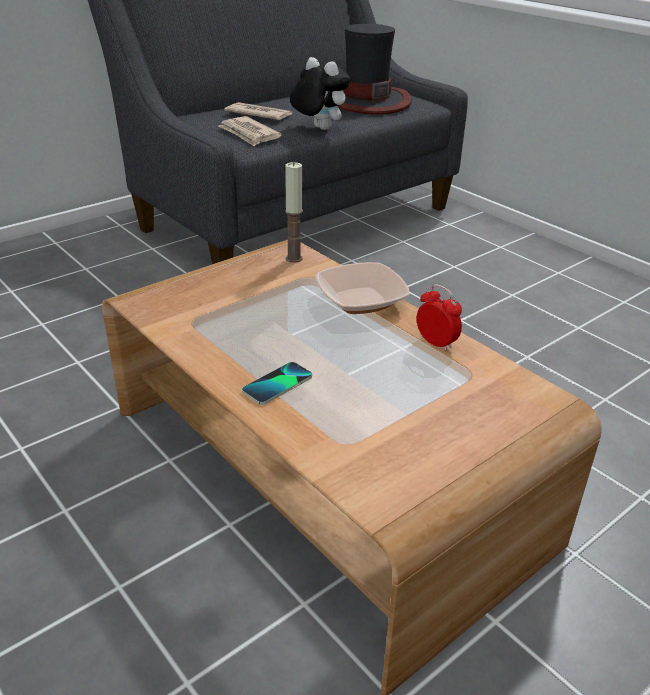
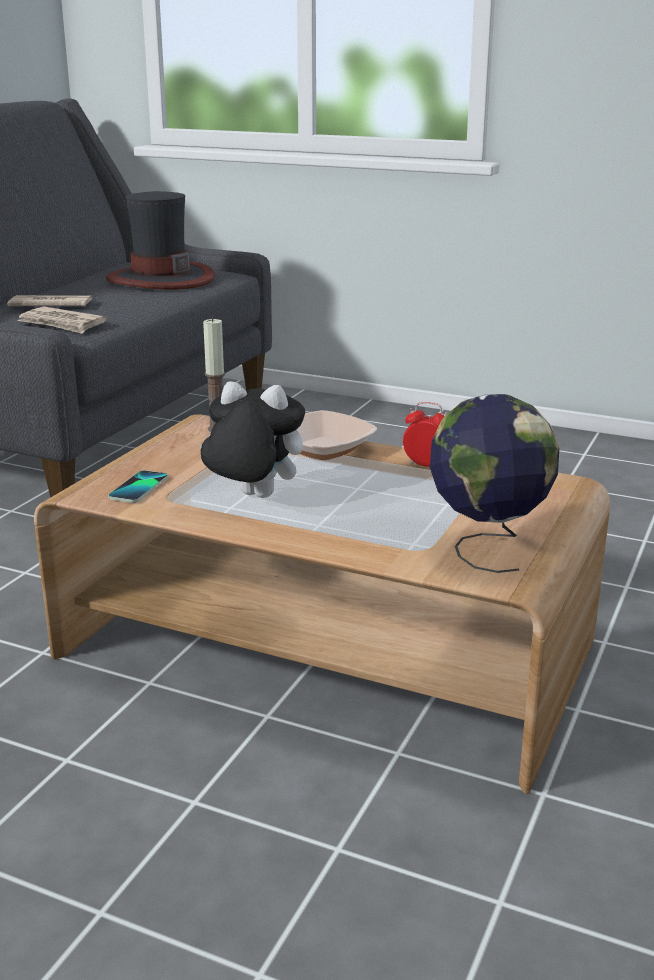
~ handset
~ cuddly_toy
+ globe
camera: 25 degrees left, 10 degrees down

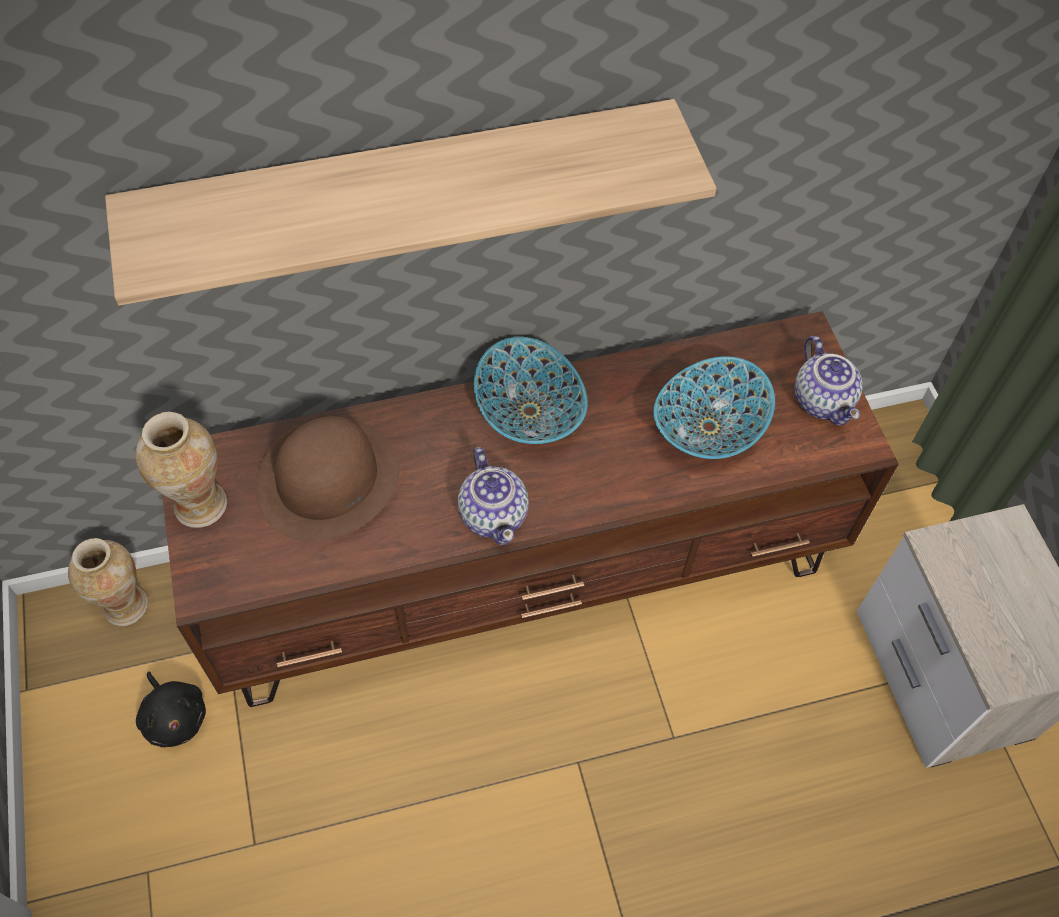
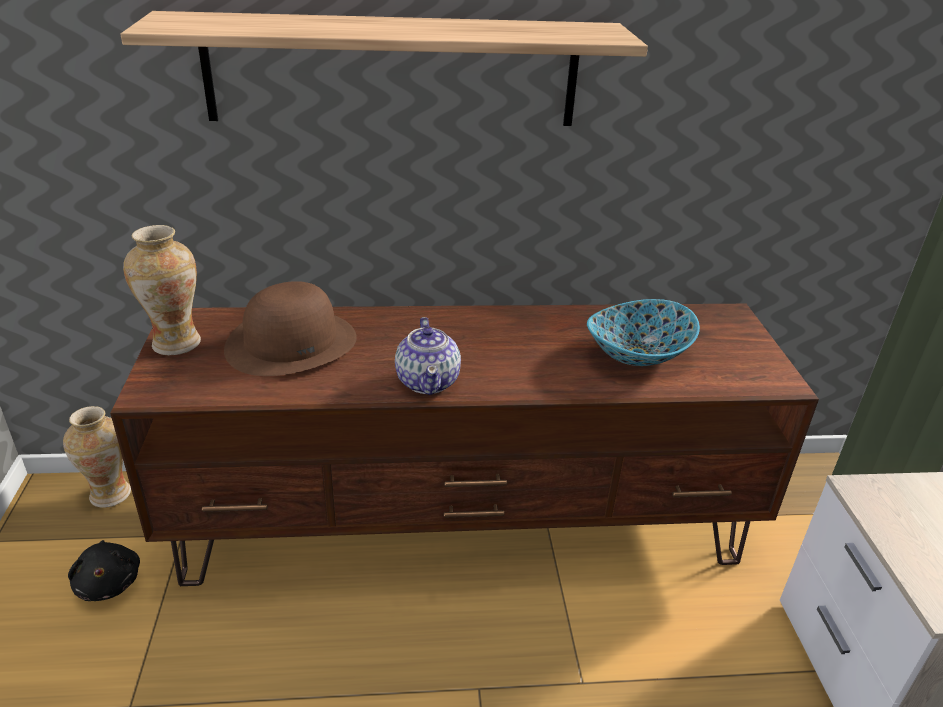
- bowl (no. 1 from left)
- pot_for_tea (no. 2 from left)
camera: 10 degrees right, 25 degrees down

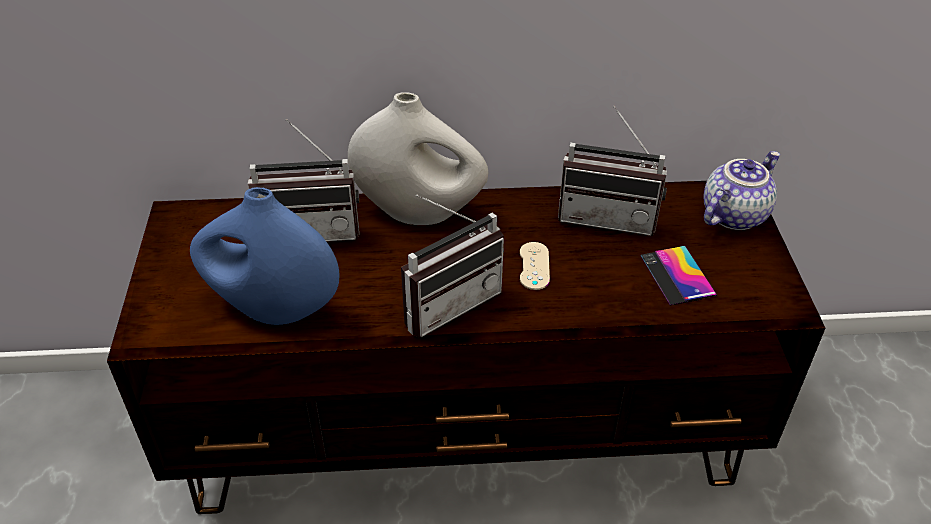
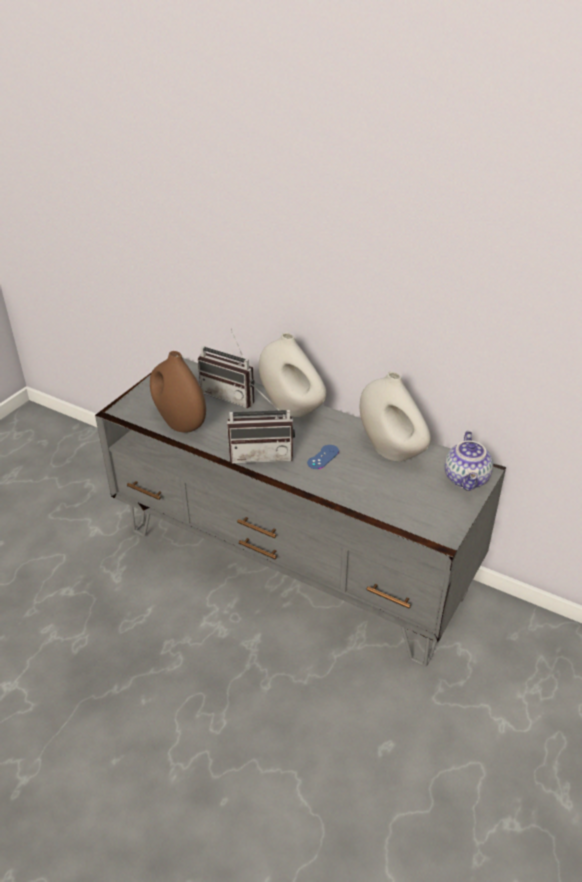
~ brown-coloured_media_console to greyish_media_console
~ bluish_vase to brown-coloured_vase
~ beige_gamepad to bluish_gamepad
~ radio_receiver (no. 3 from left) to white-coloured_vase (no. 2 from left)
~ pot_for_tea 105 degrees clockwise
- handset
camera: 35 degrees right, 5 degrees down

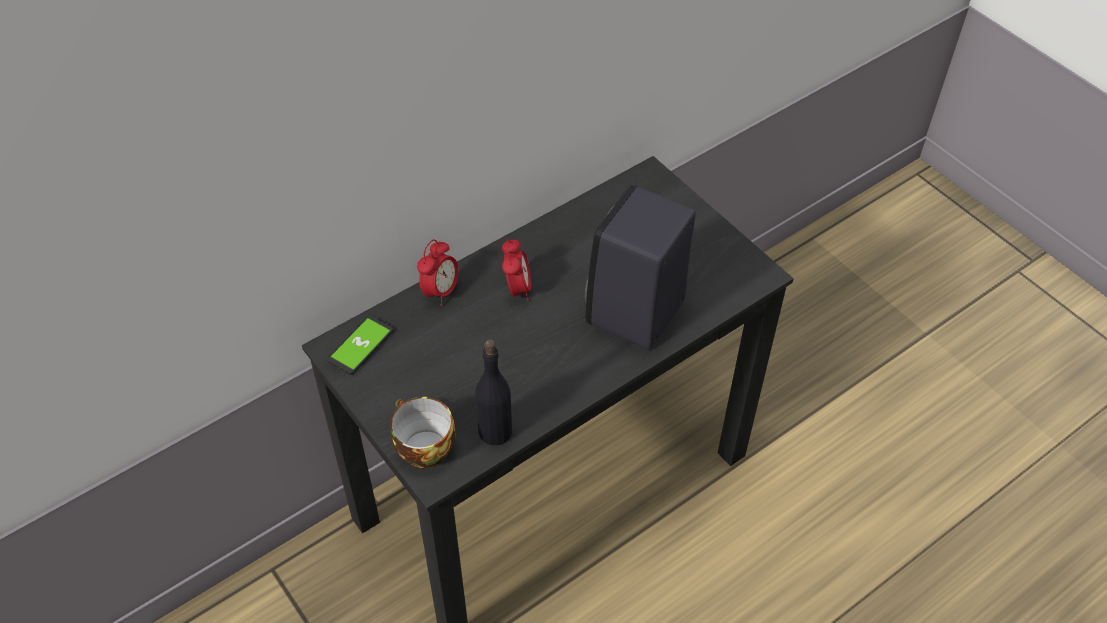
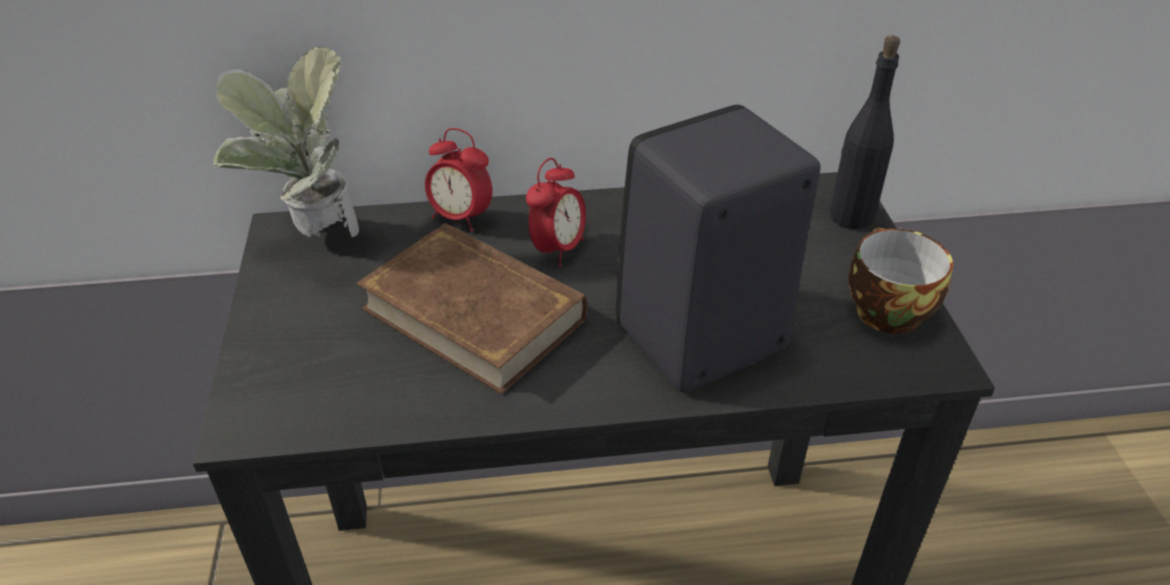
~ handset to potted_plant
+ brown-coloured_volume
~ alarm_clock (no. 1 from left) 60 degrees clockwise
~ black-coloured_drink_bottle
~ cup
camera: 30 degrees right, 10 degrees down

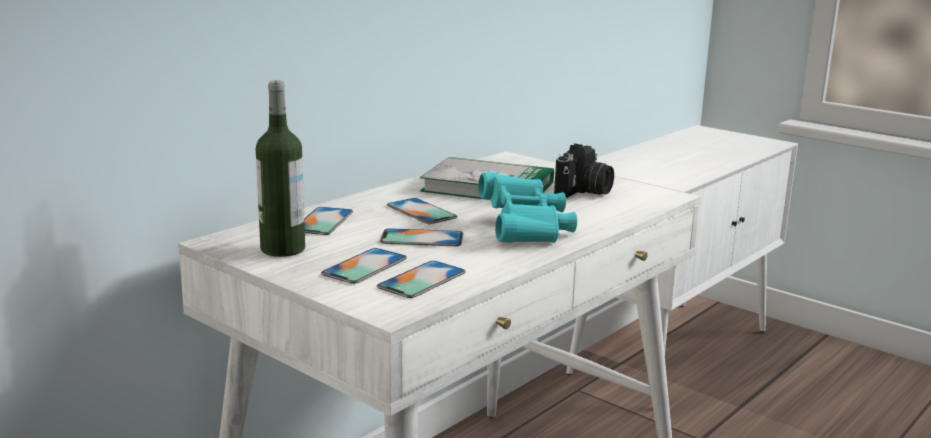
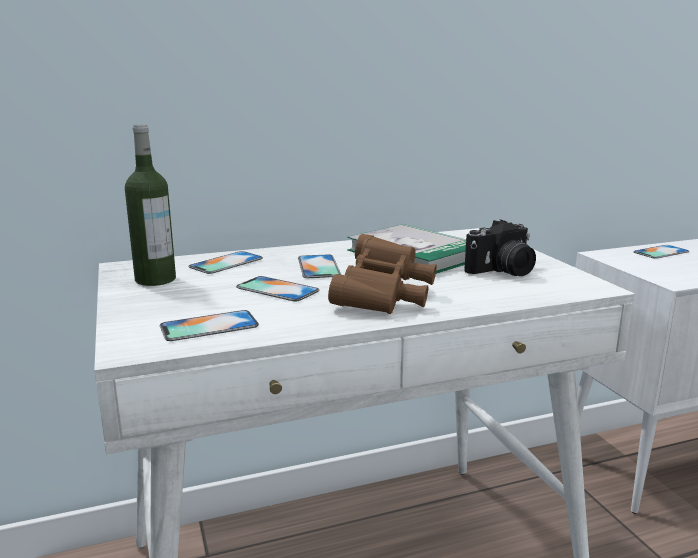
~ turquoise-coloured_field_glasses to brown-coloured_field_glasses
~ handset (no. 2 from left in the first image) to handset (no. 5 from left)
camera: 30 degrees right, 0 degrees up

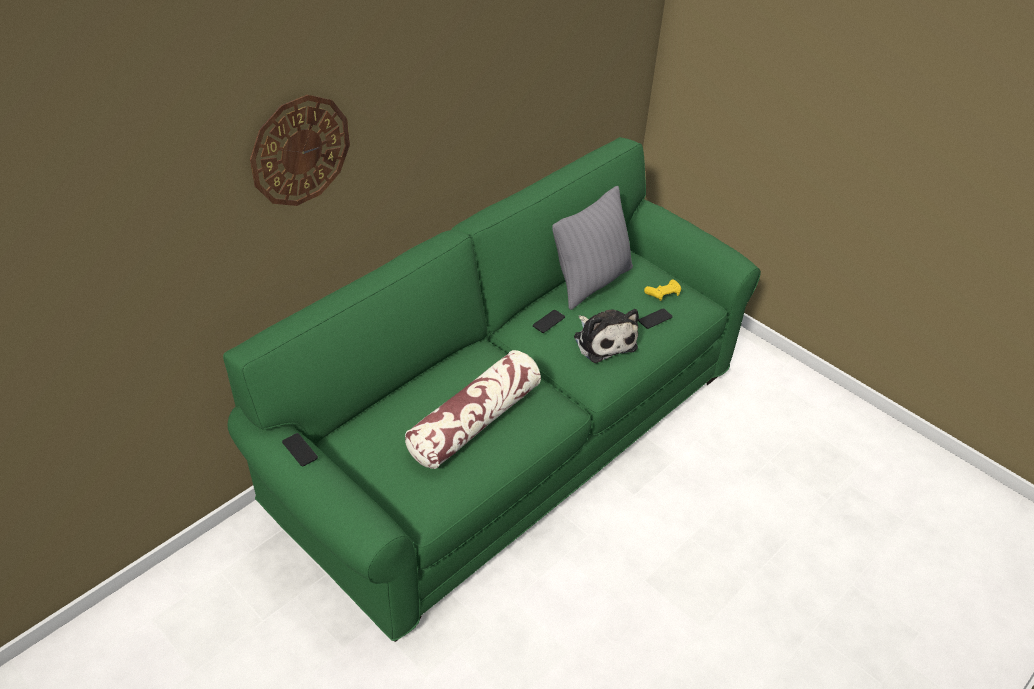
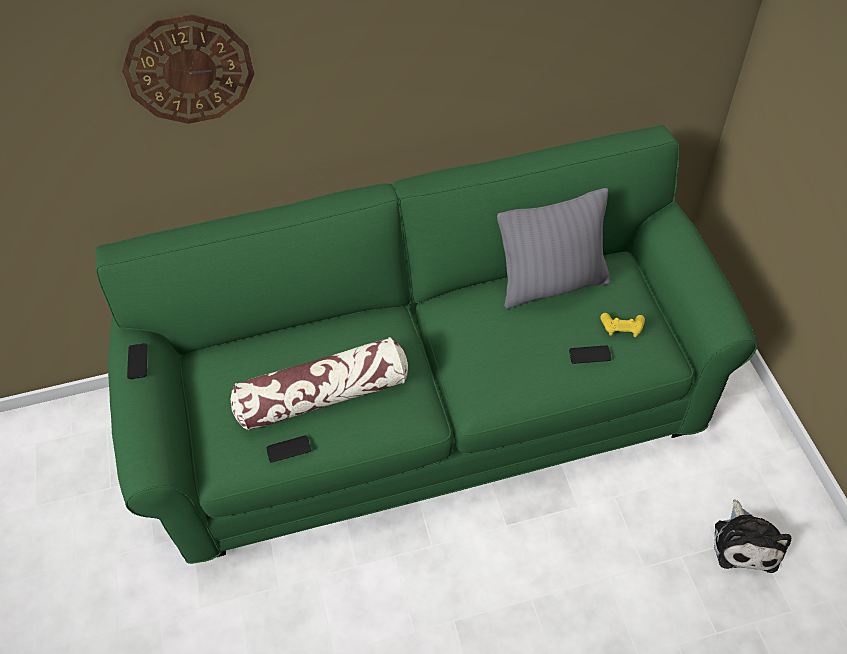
~ handset (no. 2 from left)
~ cuddly_toy
camera: 35 degrees right, 10 degrees up

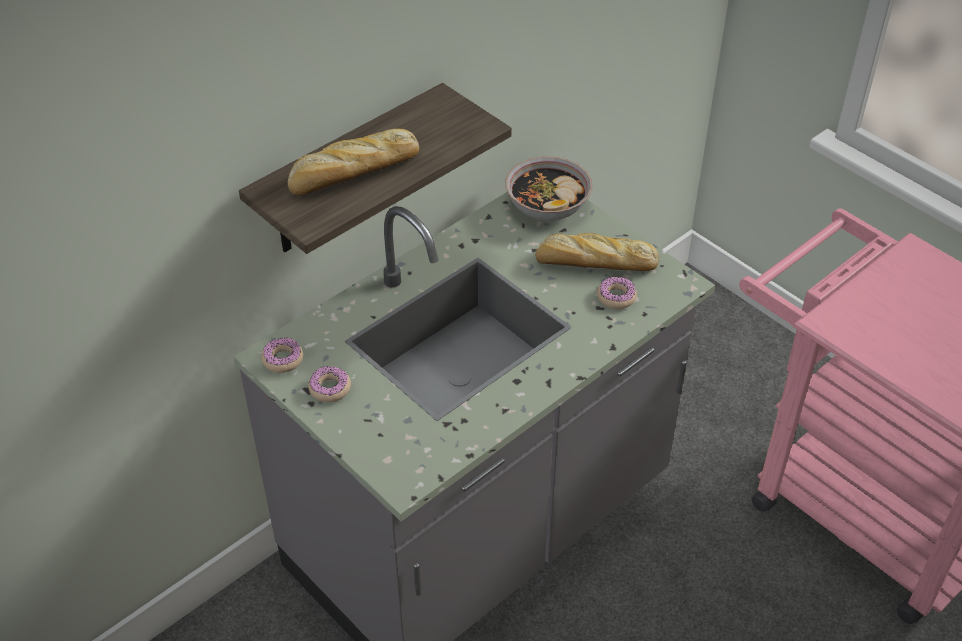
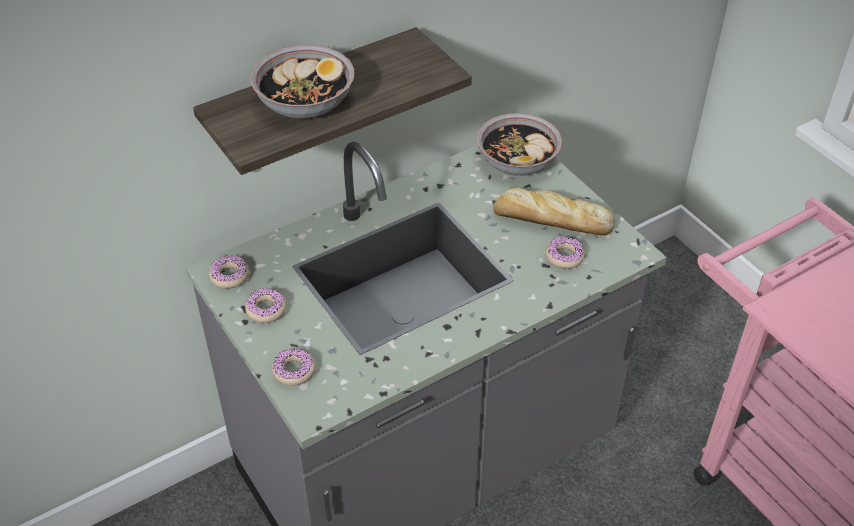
~ bakery_bread (no. 1 from left) to bowl (no. 1 from left)
+ ring_doughnut (no. 3 from left)
camera: 10 degrees right, 0 degrees up

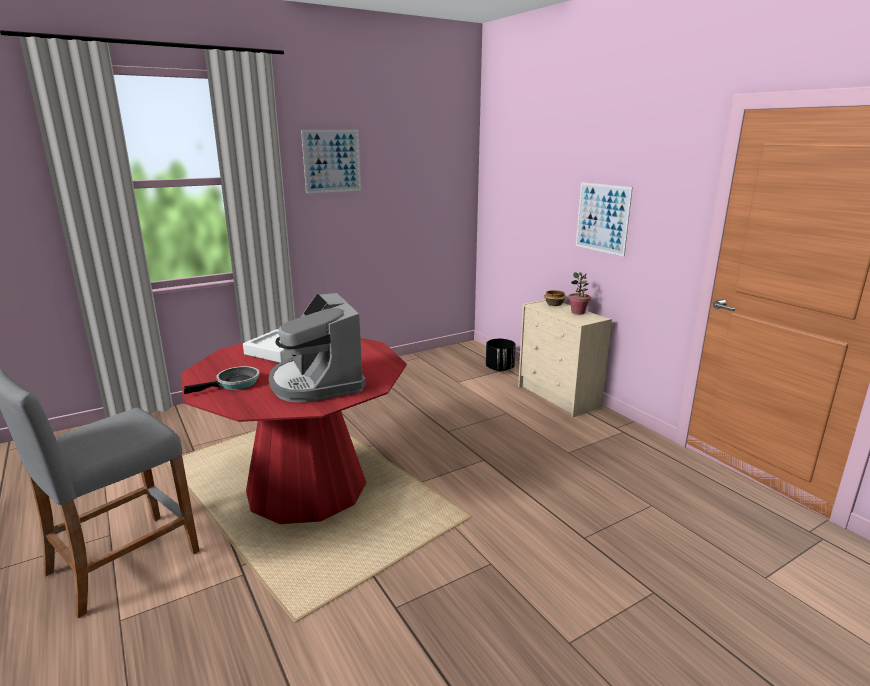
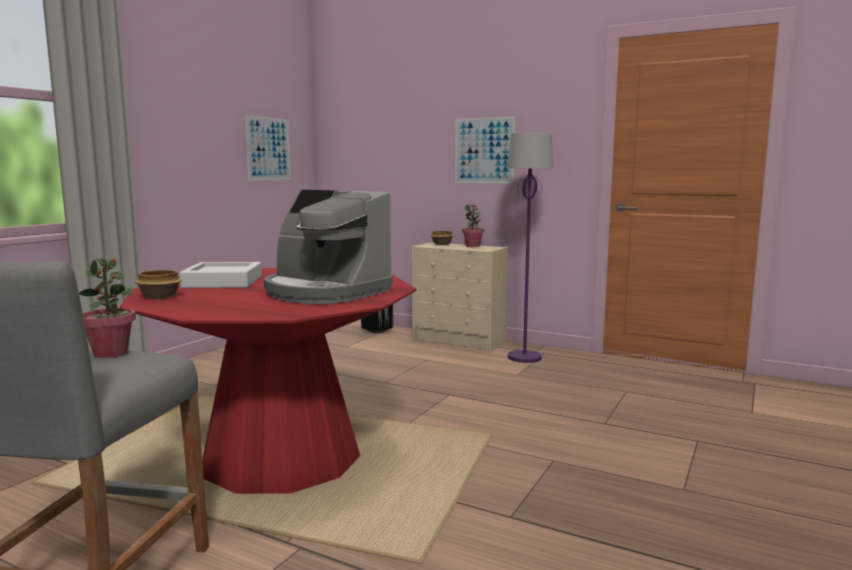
+ potted_plant (no. 1 from left)
+ bowl (no. 1 from left)
~ picture (no. 1 from left)
+ purple-coloured_standing_lamp
- frying_pan
camera: 30 degrees left, 10 degrees down

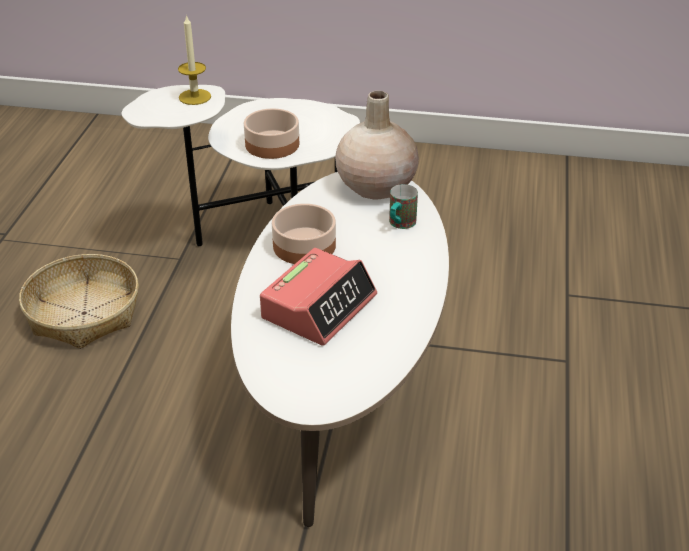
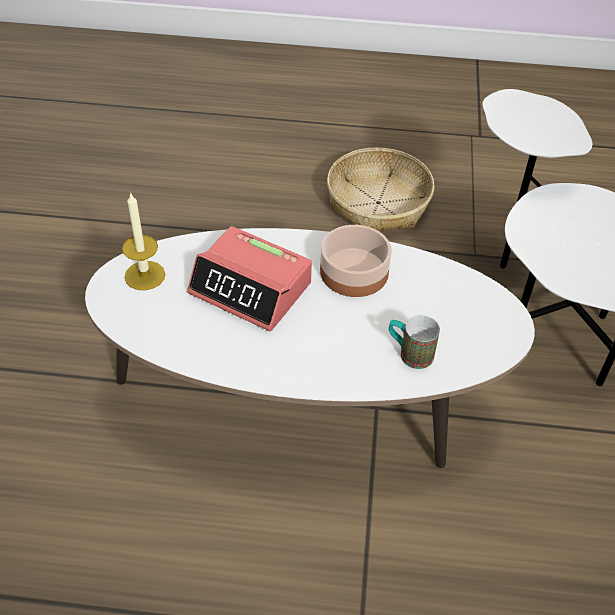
~ candle
- bowl (no. 1 from left)
- beige_vase
camera: 85 degrees right, 10 degrees up

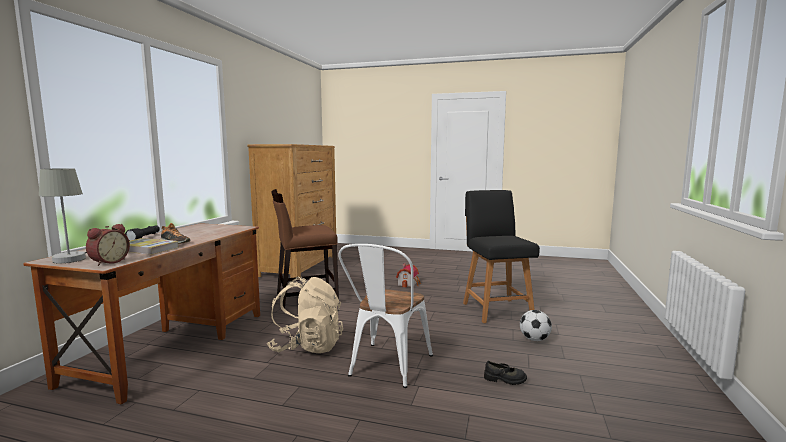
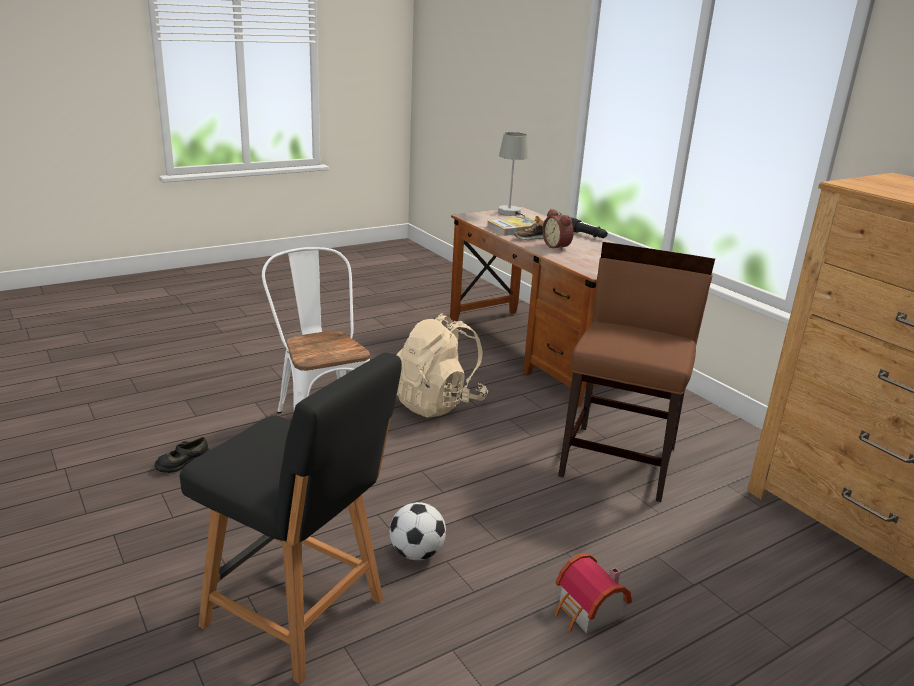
~ football_ball
~ alarm_clock
camera: 130 degrees right, 15 degrees up

